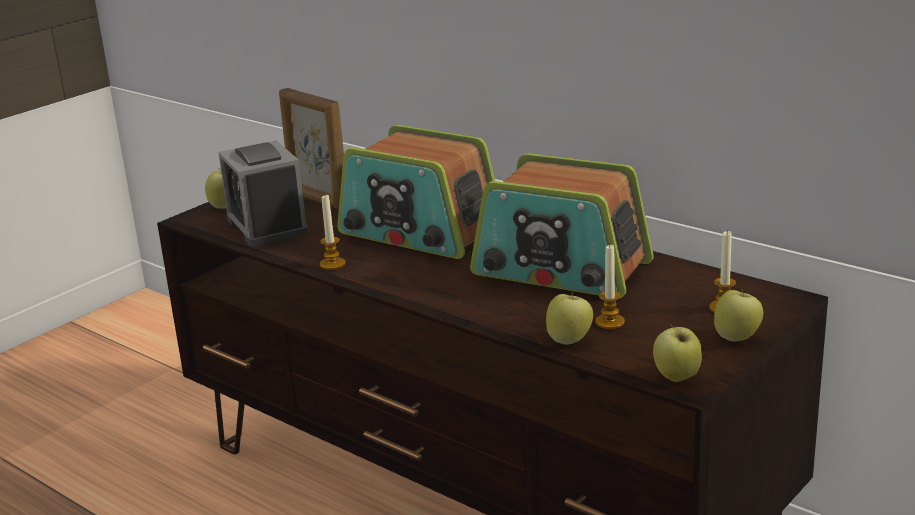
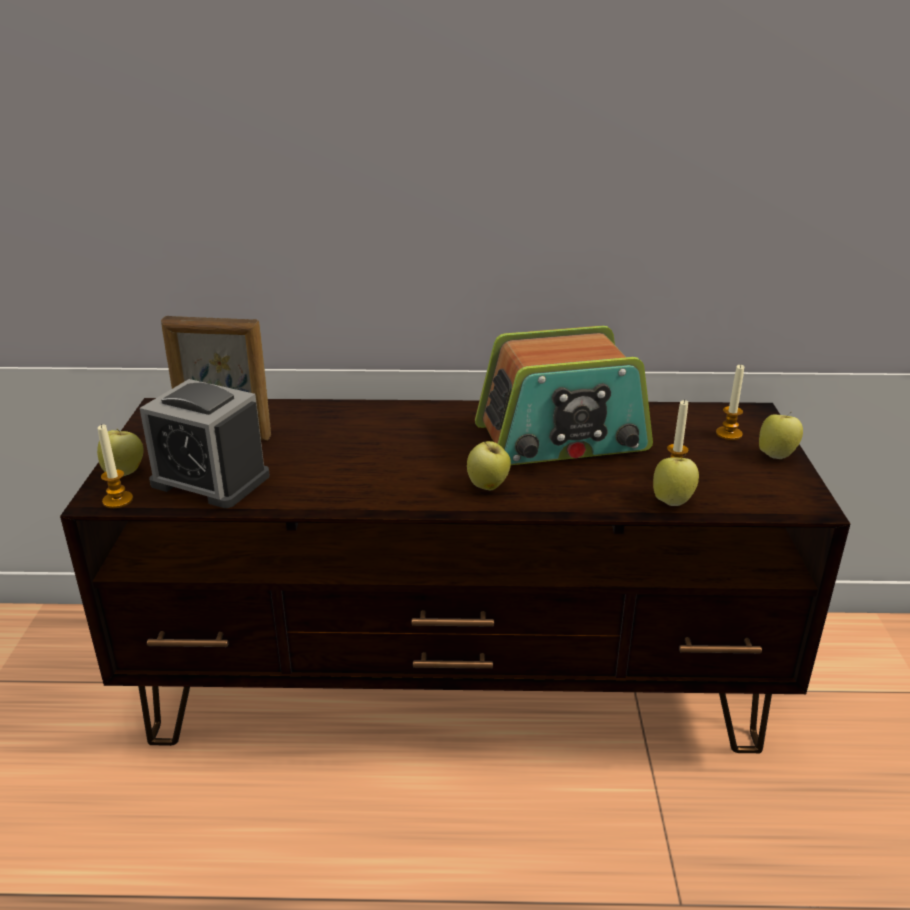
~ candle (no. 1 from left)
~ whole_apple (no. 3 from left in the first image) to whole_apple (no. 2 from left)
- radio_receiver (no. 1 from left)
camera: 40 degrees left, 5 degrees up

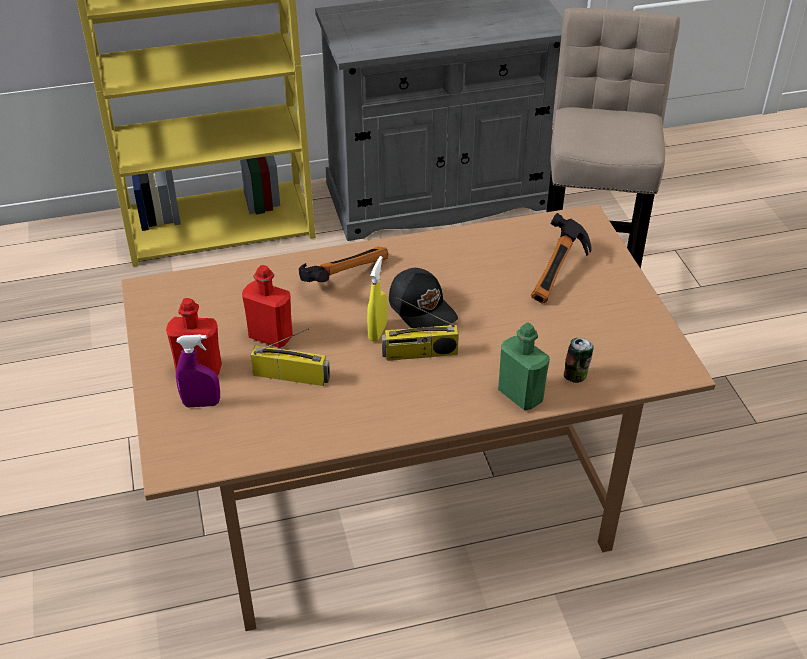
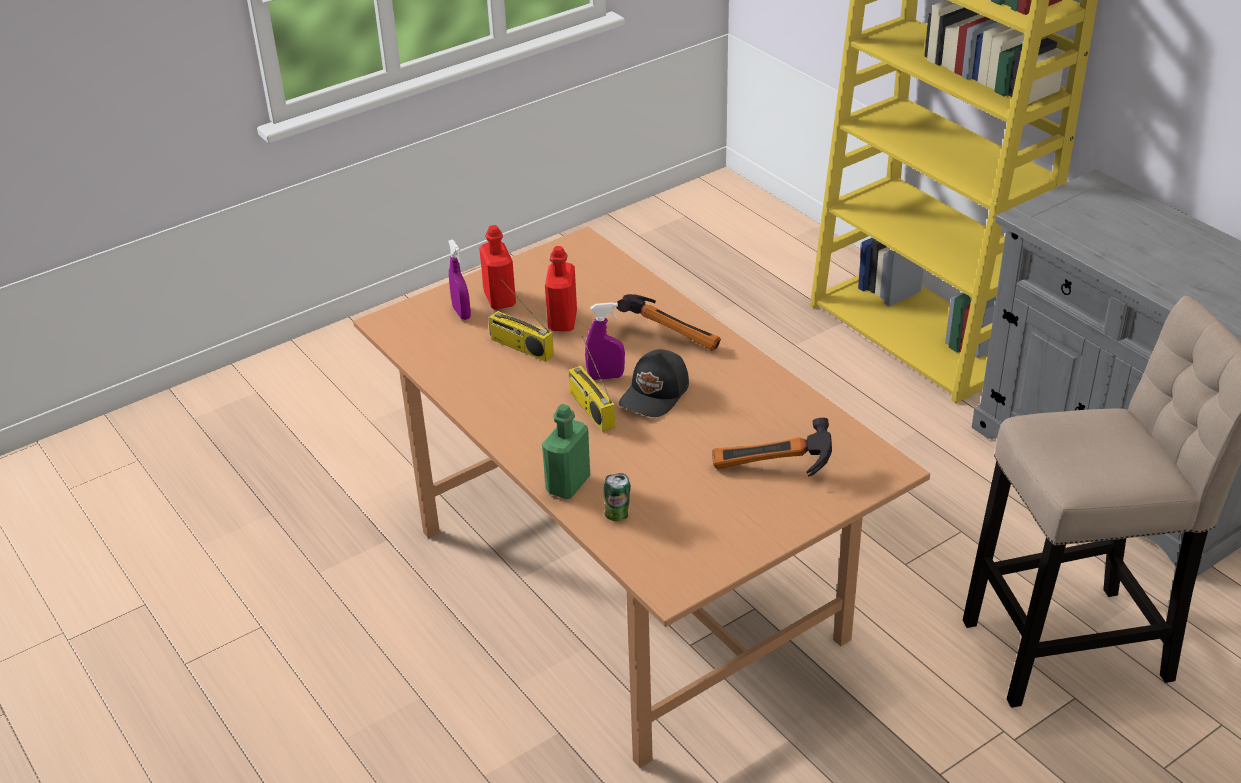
~ radio_receiver (no. 1 from left) 135 degrees clockwise
~ yellow_sprayer to purple-coloured_sprayer (no. 2 from left)
camera: 70 degrees right, 5 degrees down

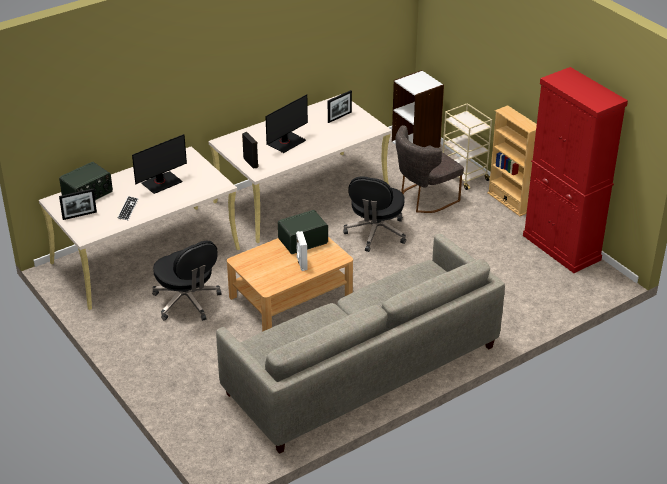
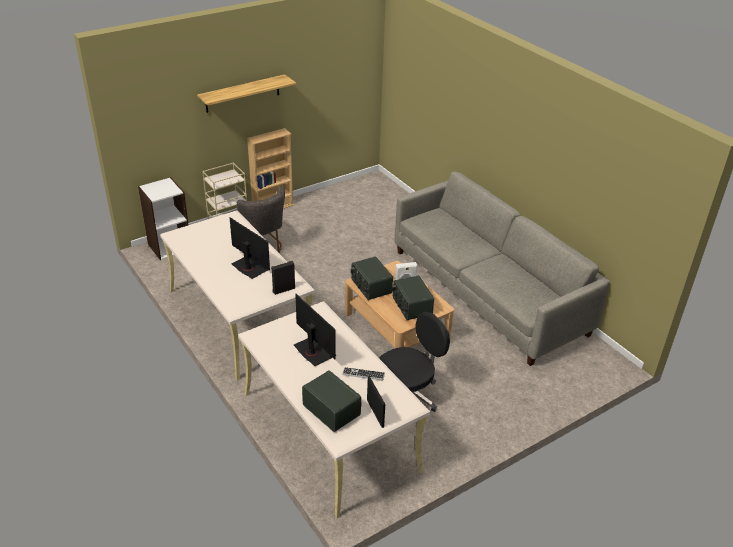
+ shelf
+ radio_receiver (no. 3 from left)
- picture_frame (no. 2 from left)
- black-coloured_office_chair (no. 2 from left)
- red-coloured_cabinet
camera: 90 degrees left, 0 degrees up

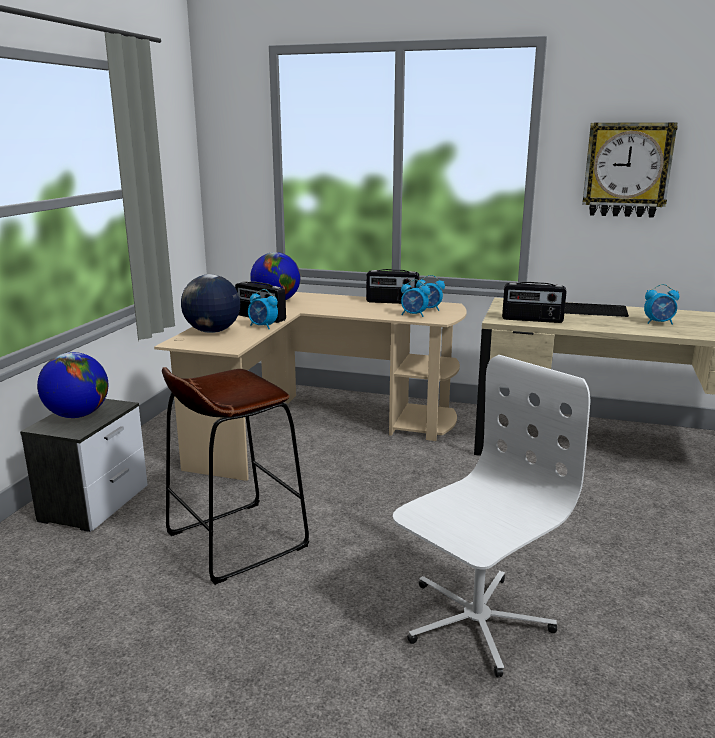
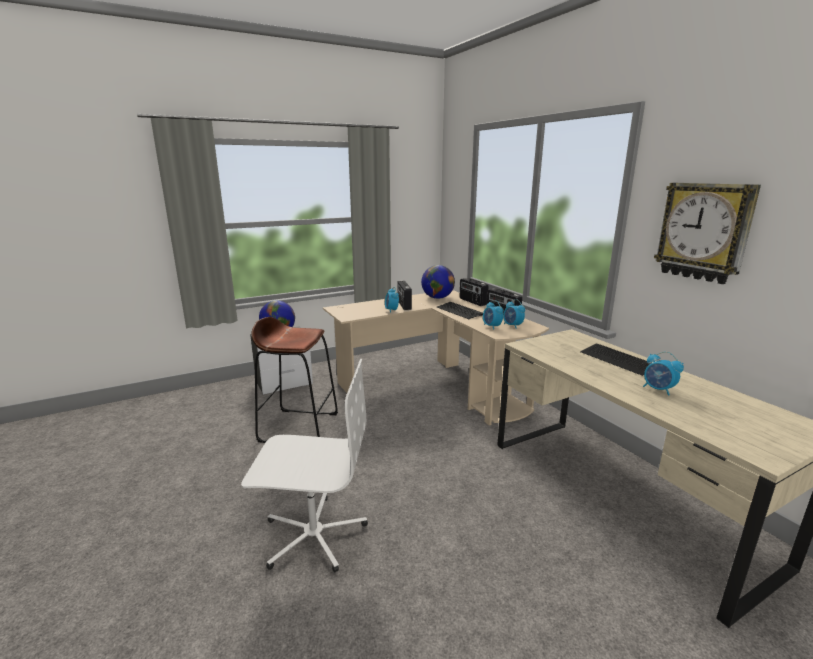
+ PC_keyboard (no. 1 from left)
~ radio_receiver (no. 3 from left in the first image) to radio_receiver (no. 2 from left)
- globe (no. 2 from left)
camera: 45 degrees right, 0 degrees up

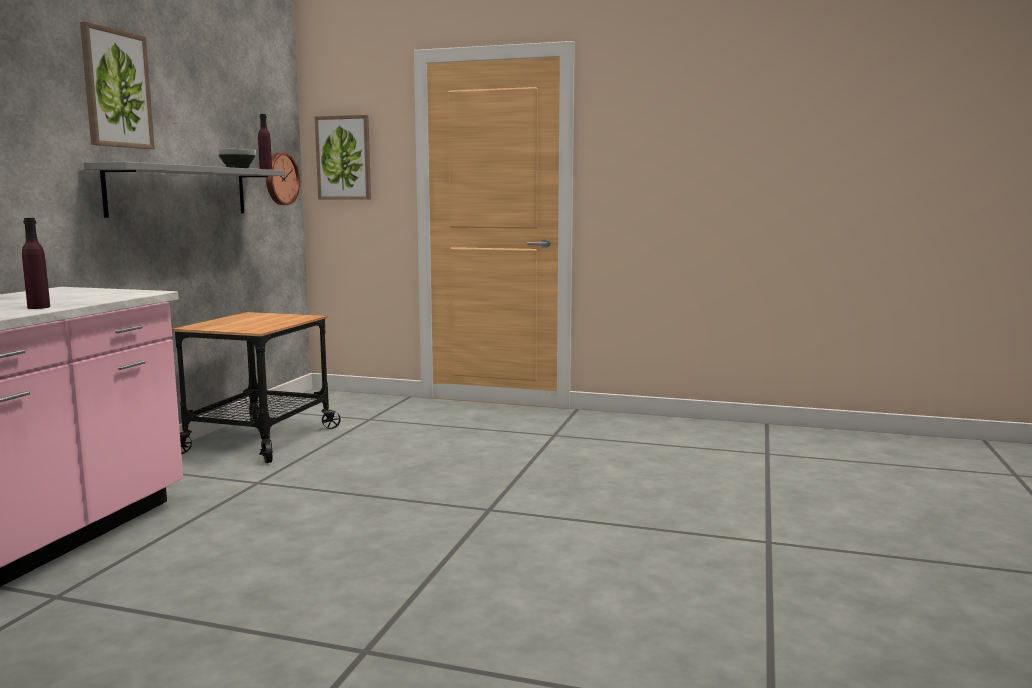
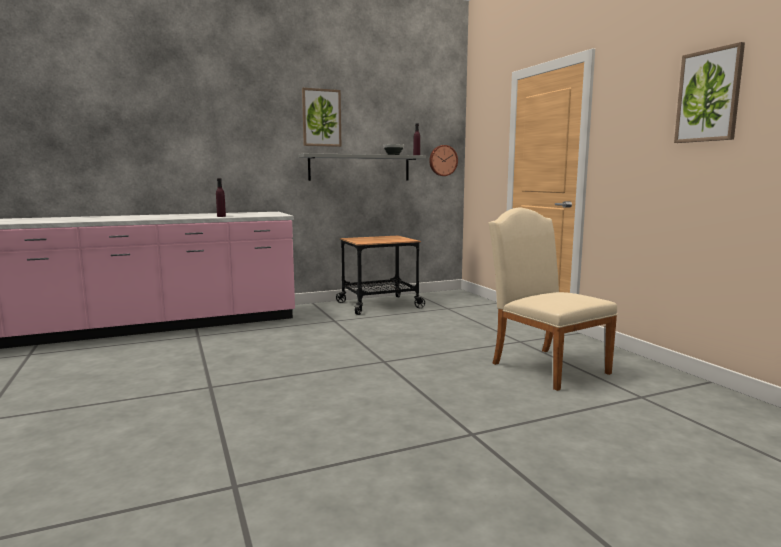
+ beige_chair
~ picture (no. 2 from left)
camera: 50 degrees right, 0 degrees up

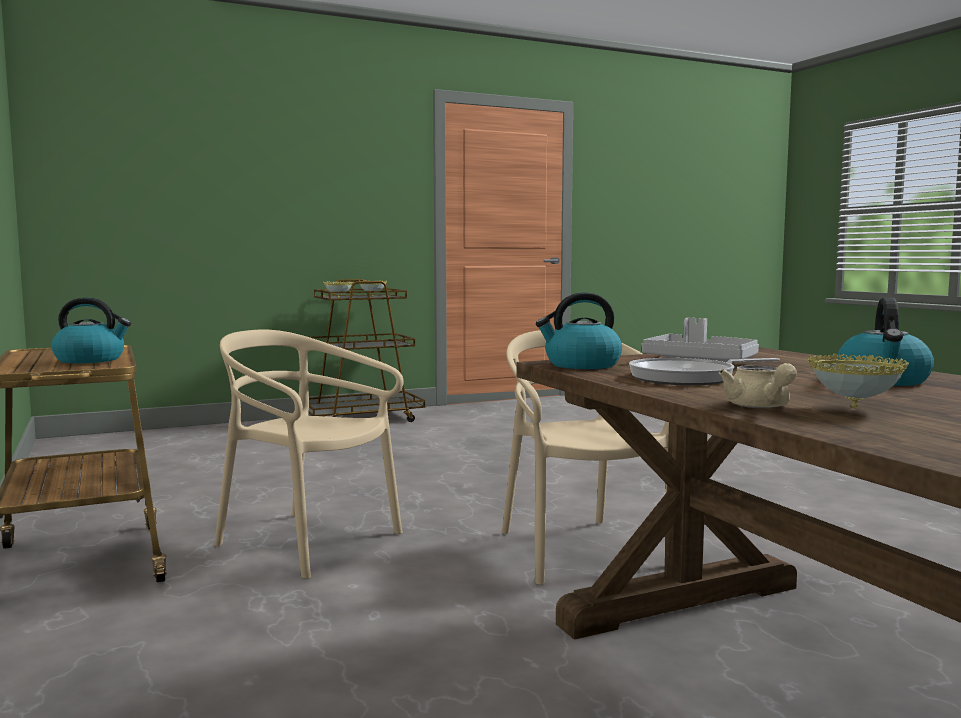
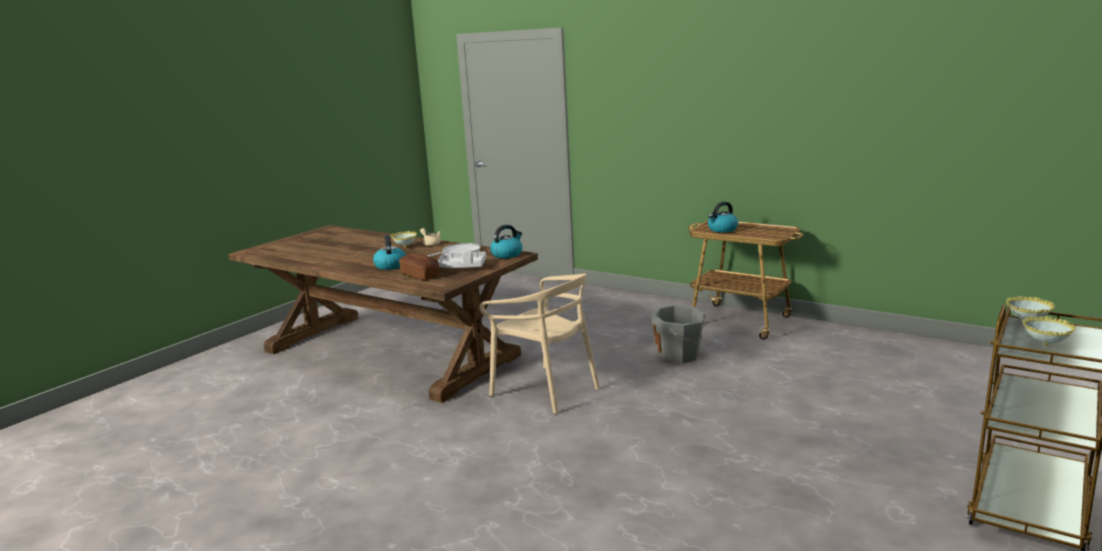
+ bakery_bread
~ beige_chair (no. 1 from left) to greyish_pail
camera: 150 degrees right, 10 degrees up

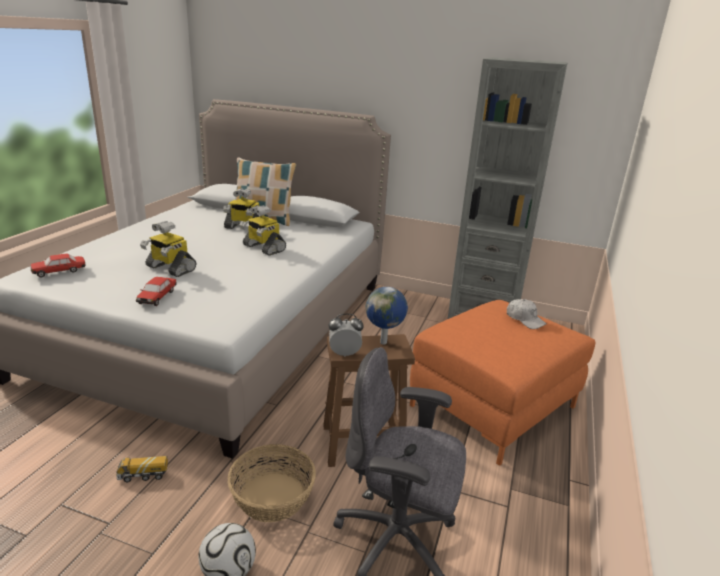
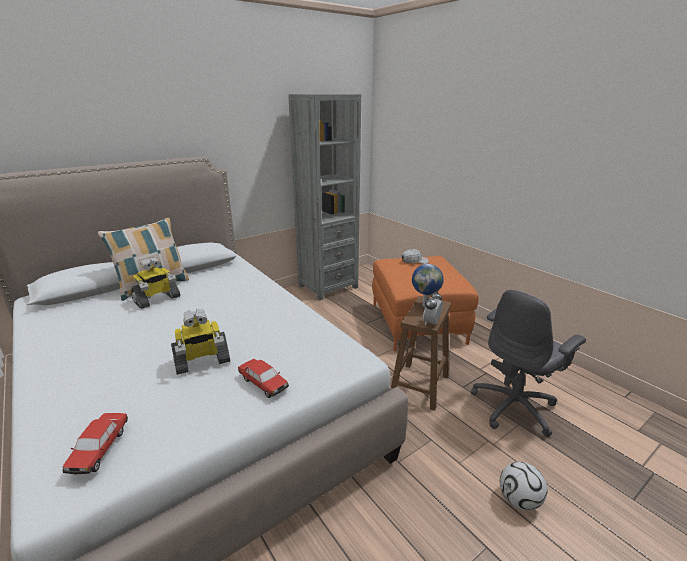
- toy_lorry
- storage_basket
- toy_robot (no. 3 from left)
camera: 55 degrees left, 0 degrees up

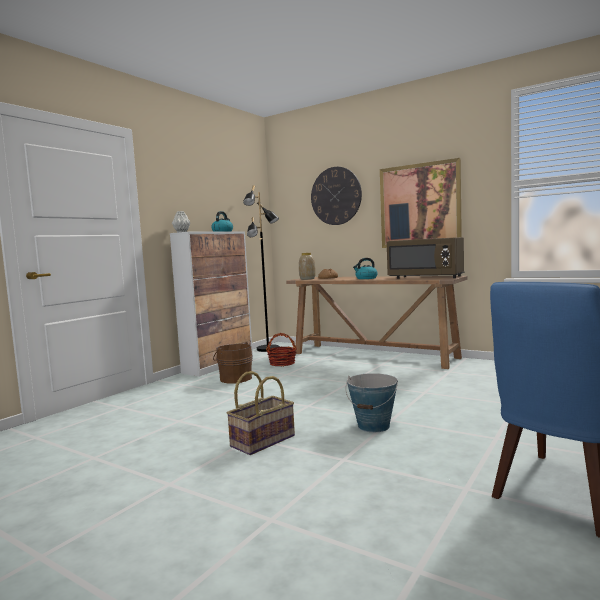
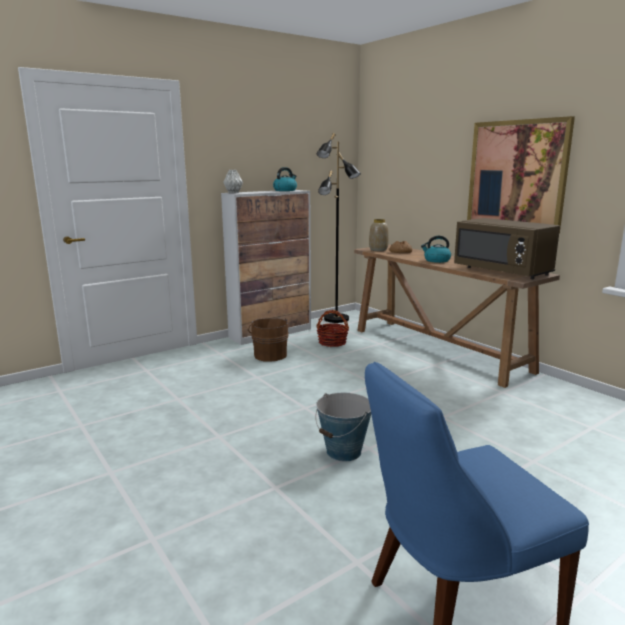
- storage_basket (no. 1 from left)
- wall_clock
camera: 20 degrees right, 10 degrees up

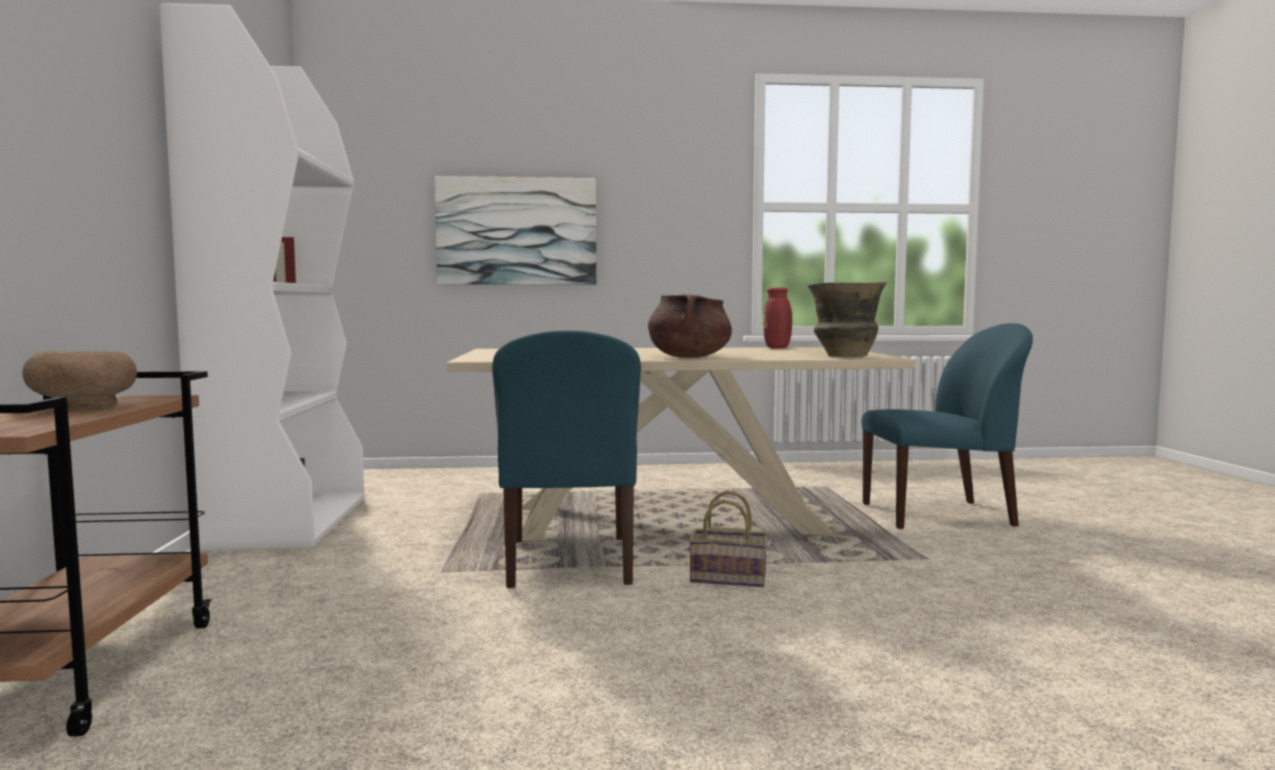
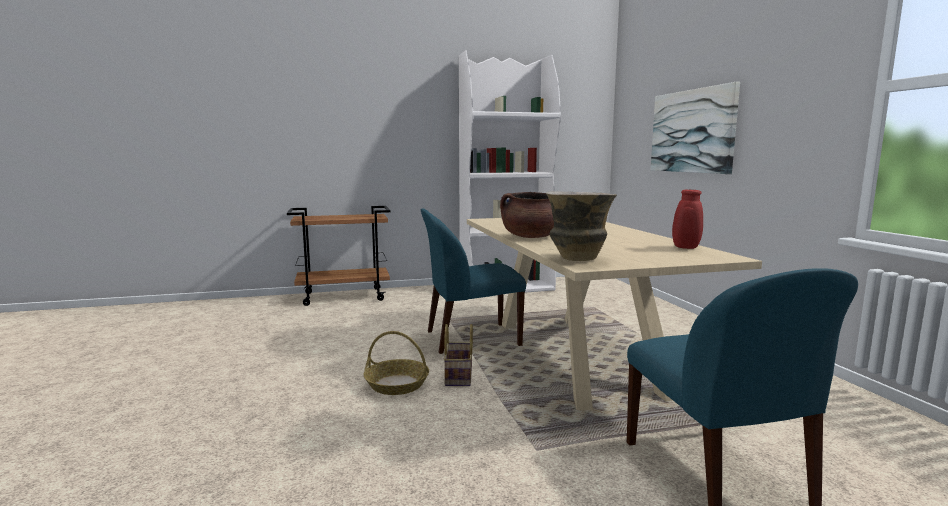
+ storage_basket (no. 1 from left)
- brown-coloured_bowl
camera: 80 degrees right, 5 degrees up

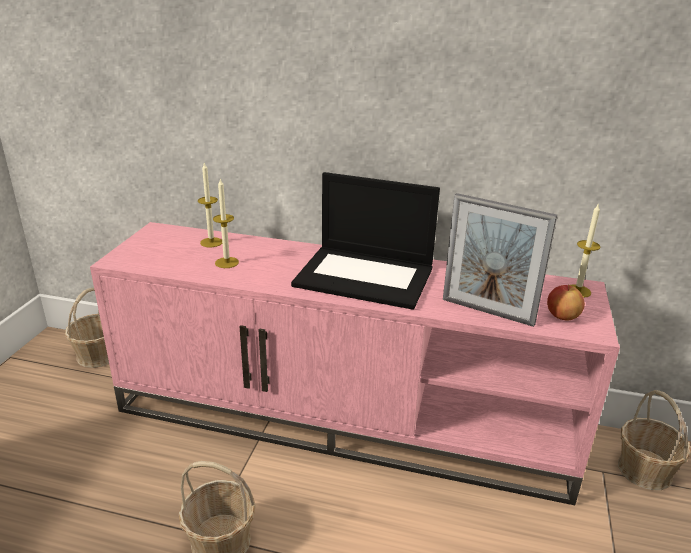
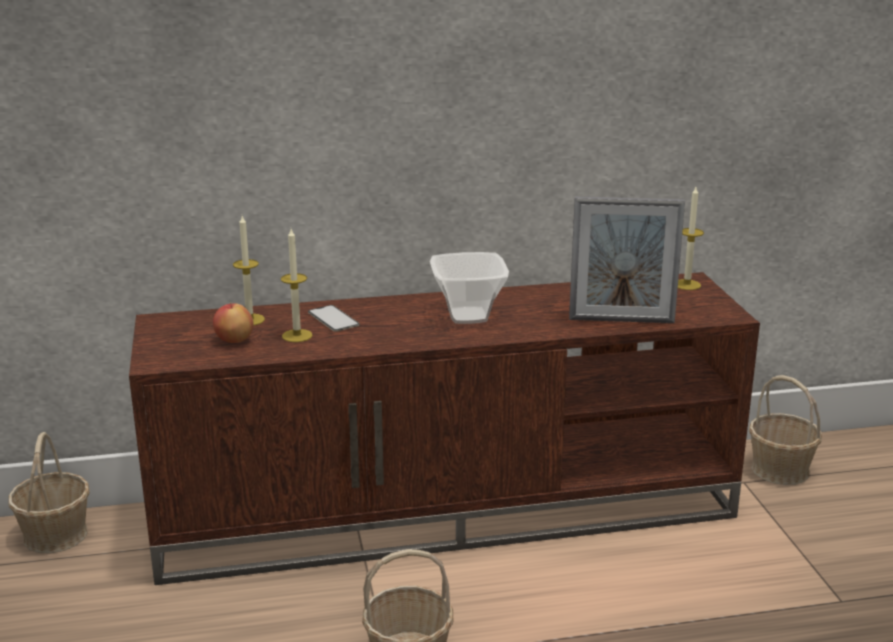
~ pinkish_media_console to brown-coloured_media_console
~ whole_apple
+ handset
~ notebook_computer to bowl
camera: 25 degrees left, 5 degrees down

